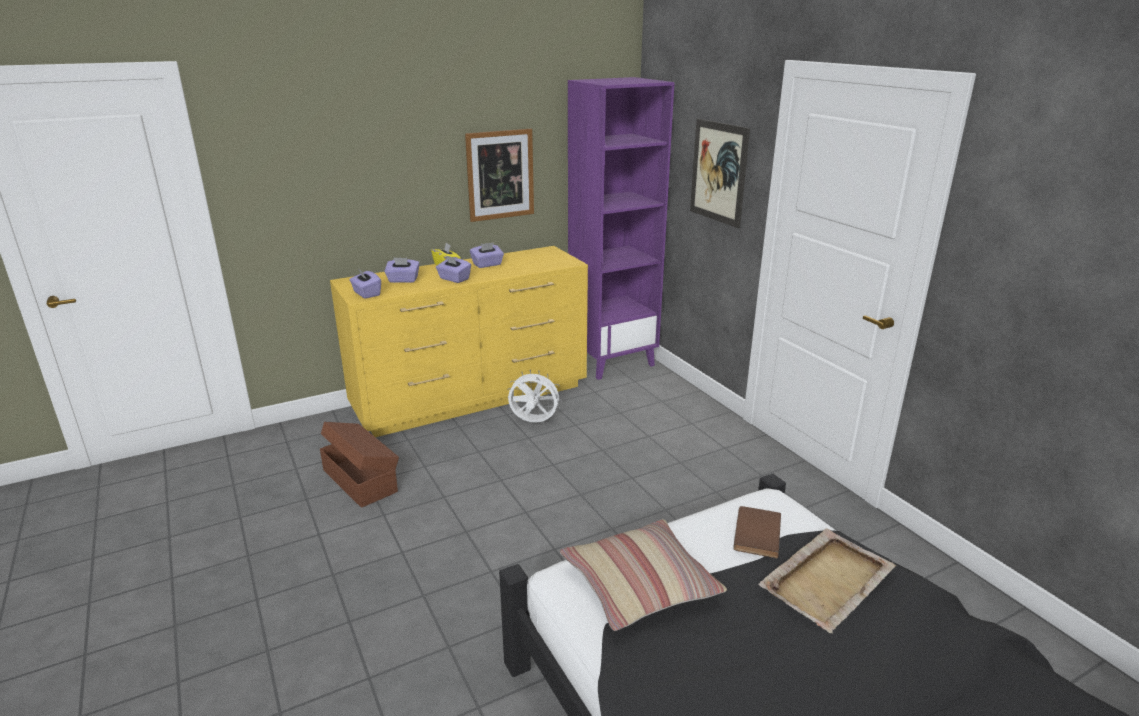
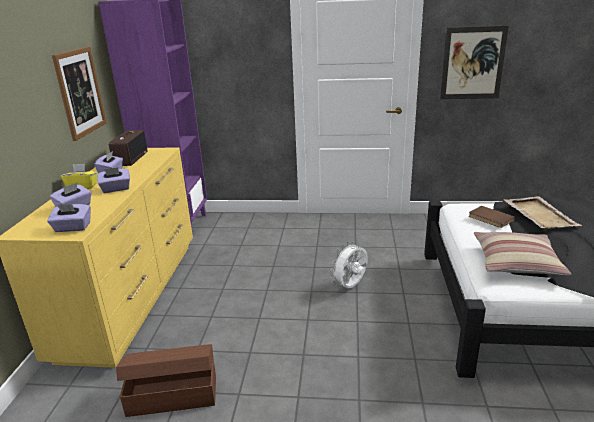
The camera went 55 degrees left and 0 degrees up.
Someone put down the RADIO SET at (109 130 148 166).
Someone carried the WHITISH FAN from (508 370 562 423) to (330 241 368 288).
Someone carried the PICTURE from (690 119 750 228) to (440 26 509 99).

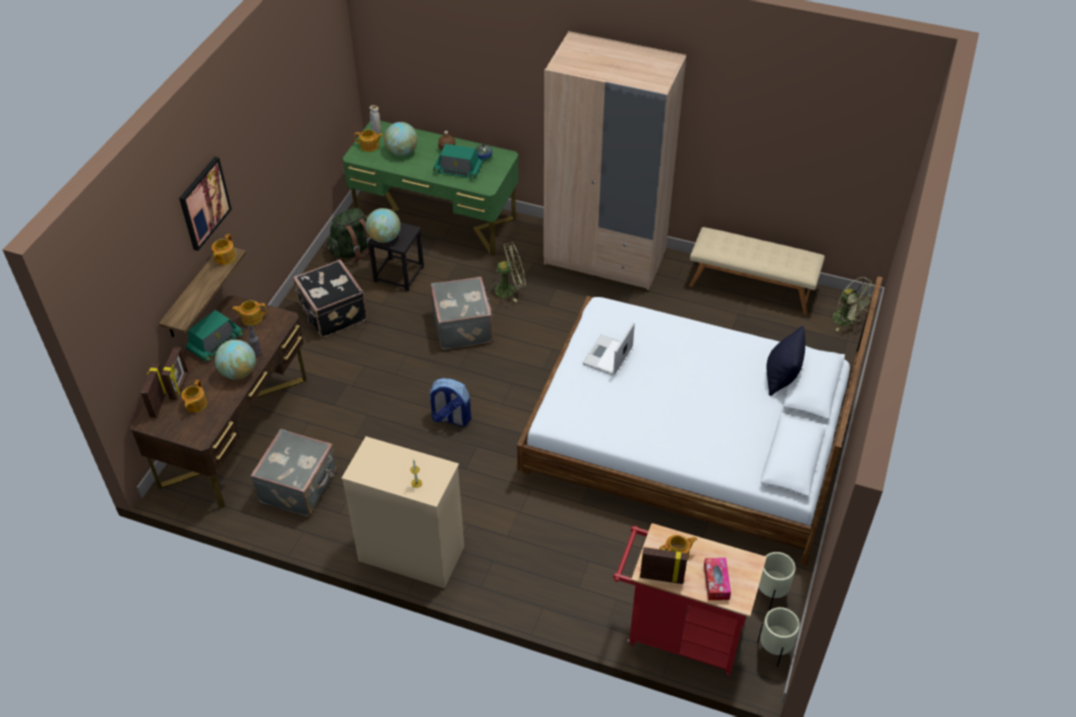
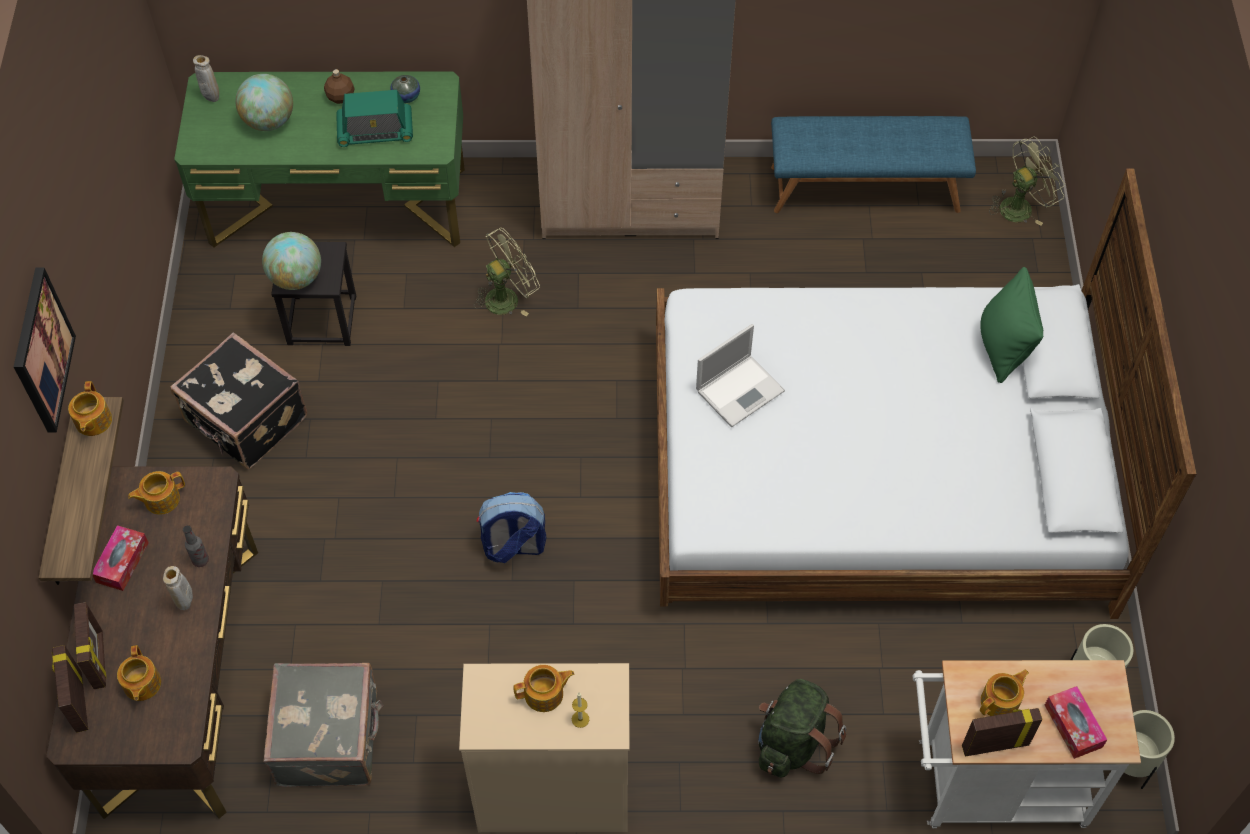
The camera went 20 degrees left and 10 degrees up.
Someone swapped the RADIO SET at (186 310 244 361) for the TISSUE HOLDER at (93 525 149 591).
Someone swapped the GLOBE at (215 340 256 379) for the SAND-COLOURED VASE at (163 566 193 610).
Someone carried the POT FOR TEA from (355 130 383 152) to (513 665 574 712).
Someone rotated the LAPTOP at (583 322 635 375) by 135 degrees counterclockwise.
Someone carried the GREEN-COLOURED KNAPSACK from (327 208 371 262) to (758 679 846 777).
Someone repainted the SAND-COLOURED BENCH at (689 227 825 315), which became the BLUE BENCH at (771 116 976 213).
Someone repainted the RED CART at (613 523 767 677), which became the WHITISH CART at (913 660 1141 828).
Someone repainted the BLACK CUSHION at (767 326 805 396), which became the GREEN-COLOURED CUSHION at (980 267 1043 383).
Someone rotated the GREEN-COLOURED FAN at (833 277 875 331) by 60 degrees counterclockwise.
Someone took away the GRAY TRAVEL CASE at (431 277 493 350).

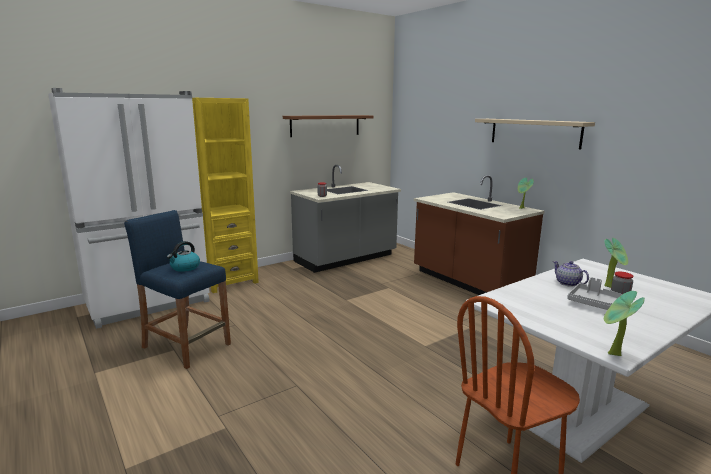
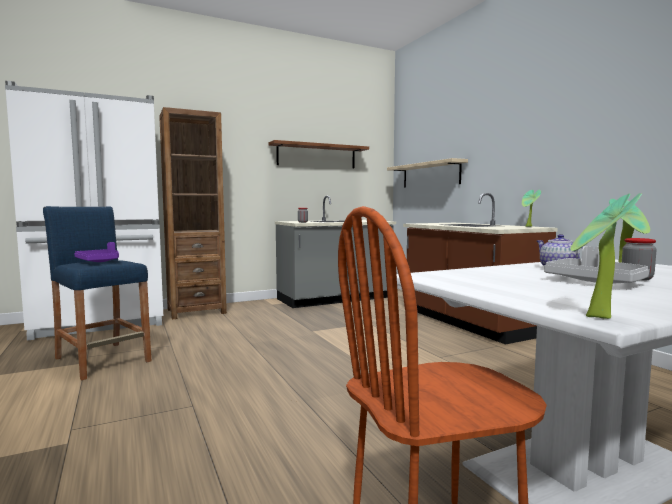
The camera went 10 degrees right and 10 degrees down.
Someone swapped the TEA KETTLE at (167 241 200 272) for the PURPLE CARRYING TRAY at (74 242 119 262).
Someone repainted the YELLOWISH BOOKCASE at (192 98 259 293), which became the BROWN-COLOURED BOOKCASE at (159 107 227 319).
Someone carried the SAND-COLOURED SHELF from (475 119 595 149) to (387 158 468 188).

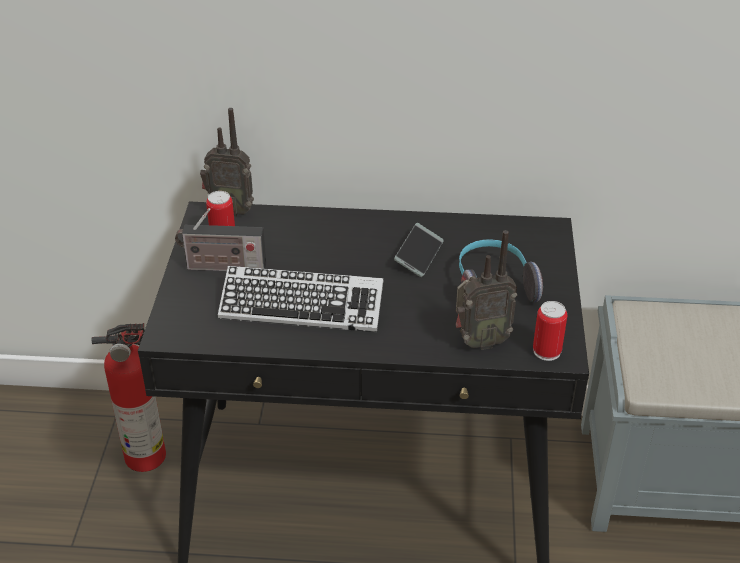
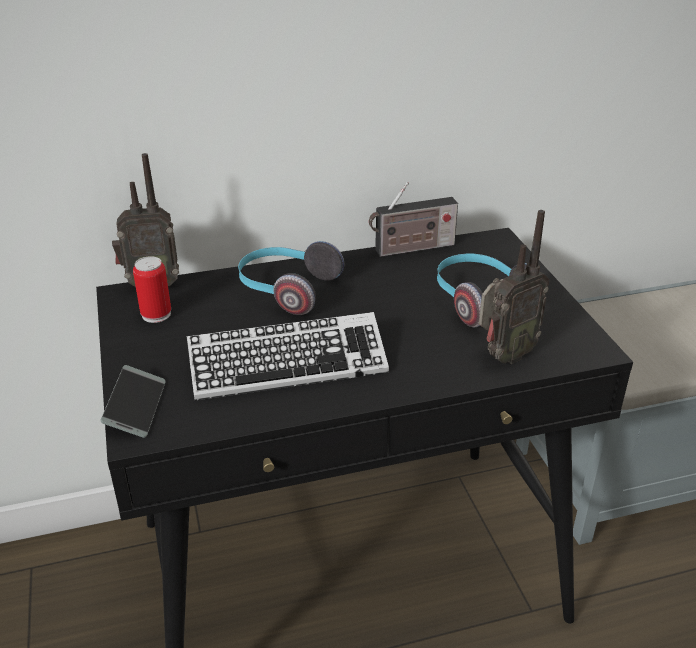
The camera went 20 degrees left and 5 degrees down.
Someone carried the HANDSET from (394 223 444 277) to (101 365 166 438).
Someone put down the HEADPHONES at (238 241 344 315).
Someone carried the RADIO SET from (175 208 266 271) to (369 182 458 257).
Someone took away the FIRE EXTINGUISHER at (92 323 166 472).
Someone took away the CAN at (533 301 567 361).

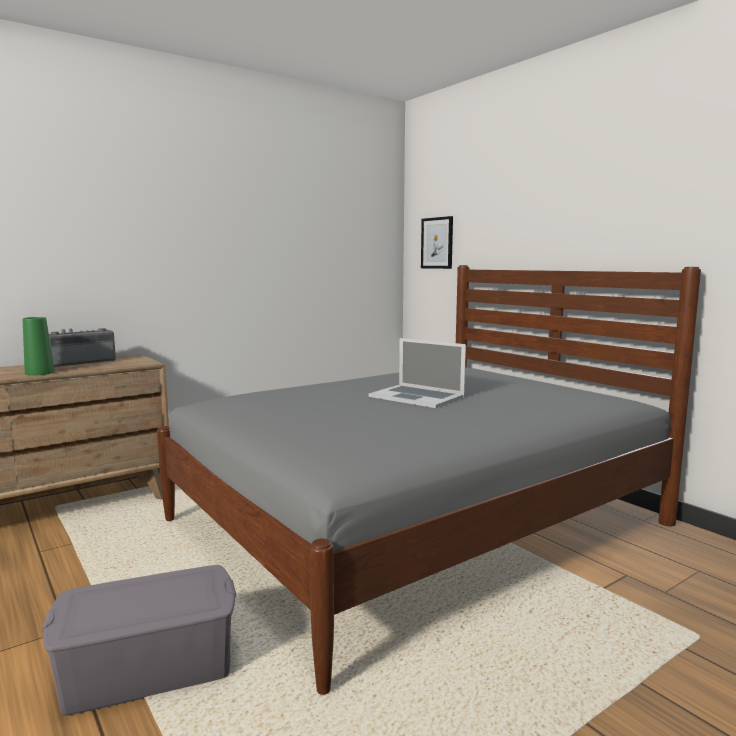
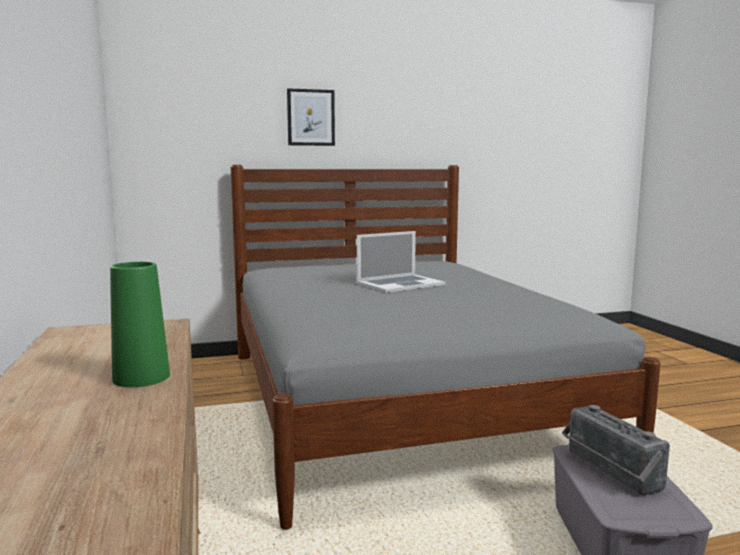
The camera went 70 degrees left and 0 degrees up.
Someone carried the PICTURE from (421 216 453 269) to (287 88 335 146).
Someone carried the RADIO SET from (49 328 116 367) to (562 405 670 495).

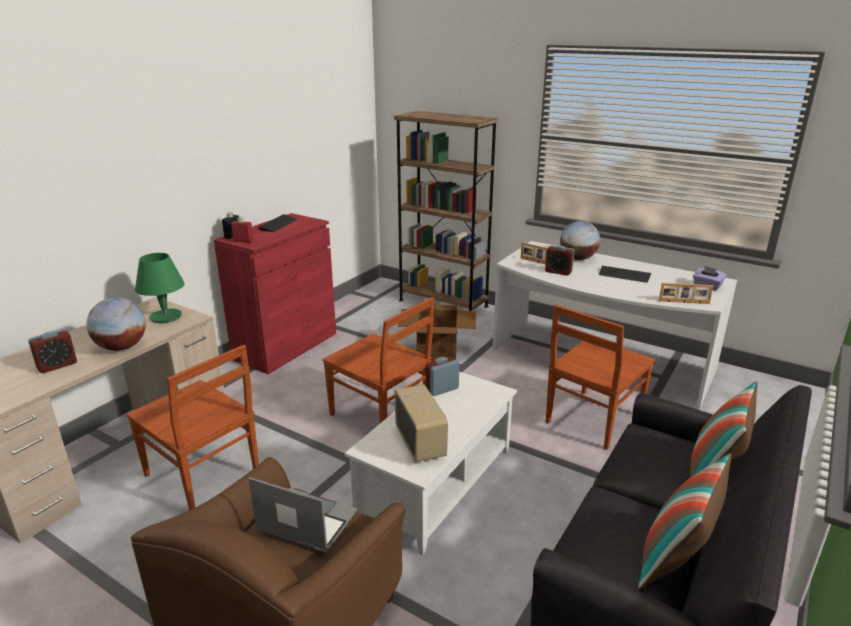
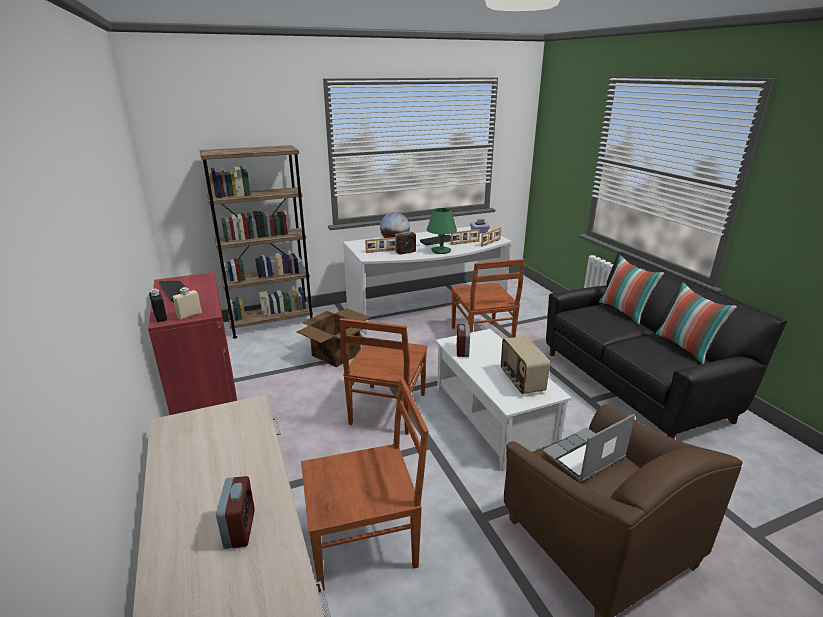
The camera went 55 degrees left and 0 degrees up.
Someone repainted the RED BOTTLE at (231 217 254 243), which became the SAND-COLOURED BOTTLE at (173 287 202 320).
Someone rotated the BROWN-COLOURED PLAIN CHAIR at (322 297 434 423) by 120 degrees clockwise.
Someone carried the GREEN-COLOURED LAMP FOR A TABLE from (135 253 185 323) to (427 208 457 254).
Someone put down the STANDING FRAME at (451 229 480 245).
Someone rotated the RADIO SET at (394 384 448 462) by 120 degrees counterclockwise.
Someone took away the GLOBE at (86 297 146 351).

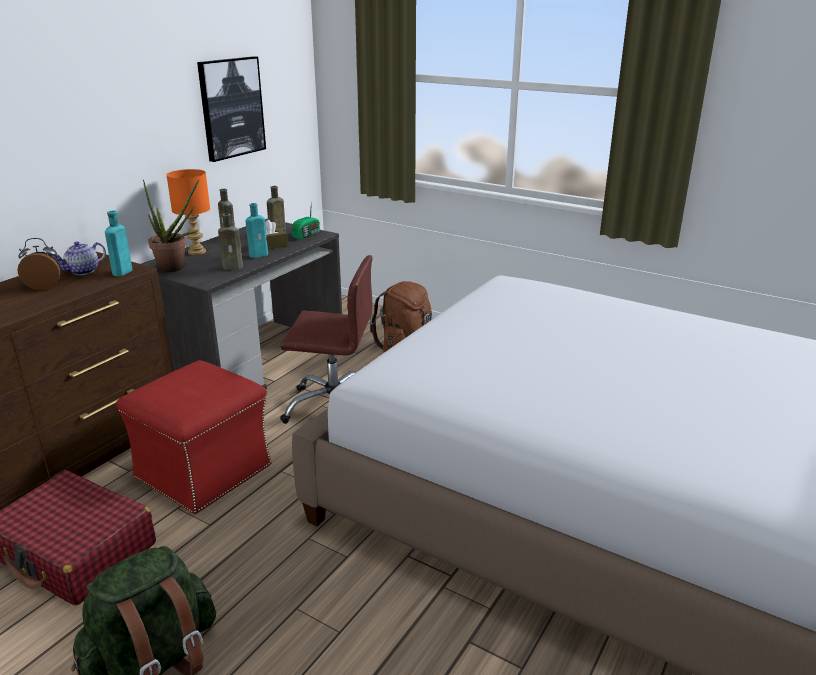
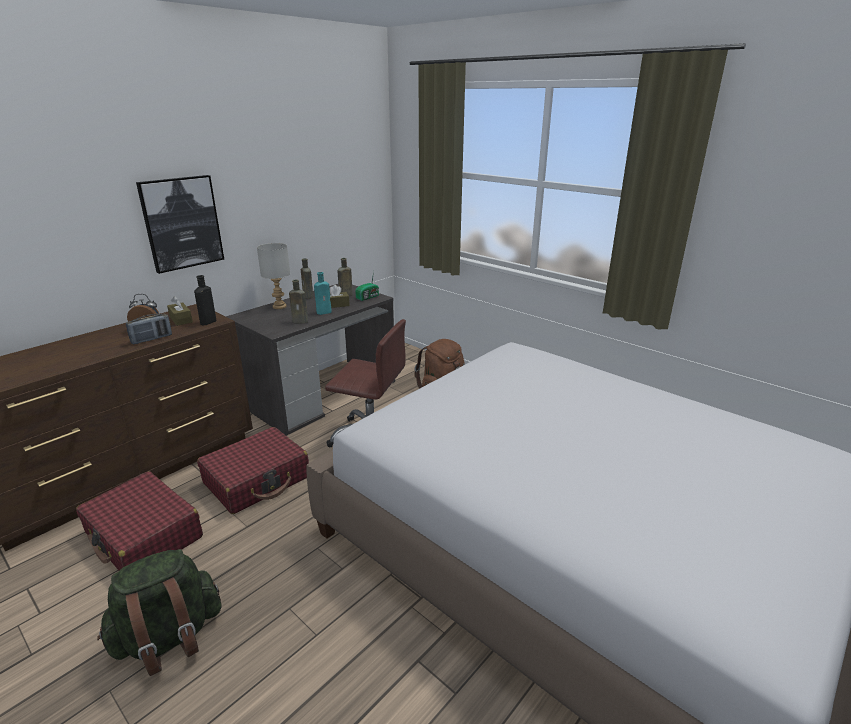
The camera went 10 degrees right and 0 degrees up.
Someone put down the RADIO SET at (126 314 172 345).
Someone carried the PICTURE from (197 56 266 162) to (136 175 224 274).
Someone swapped the POT FOR TEA at (54 242 106 275) for the BROWN-COLOURED TISSUE HOLDER at (167 296 193 326).
Someone repainted the TURQUOISE-COLOURED BOTTLE at (105 210 132 276), which became the BLACK BOTTLE at (194 275 216 325).
Someone swapped the RED OTTOMAN at (116 360 272 514) for the RED TRAVEL CASE at (197 427 309 514).
Someone repainted the ORANGE-COLOURED LAMP FOR A TABLE at (166 169 210 255), which became the GRAY LAMP FOR A TABLE at (257 243 290 309).
Someone took away the POTTED PLANT at (143 179 199 272).

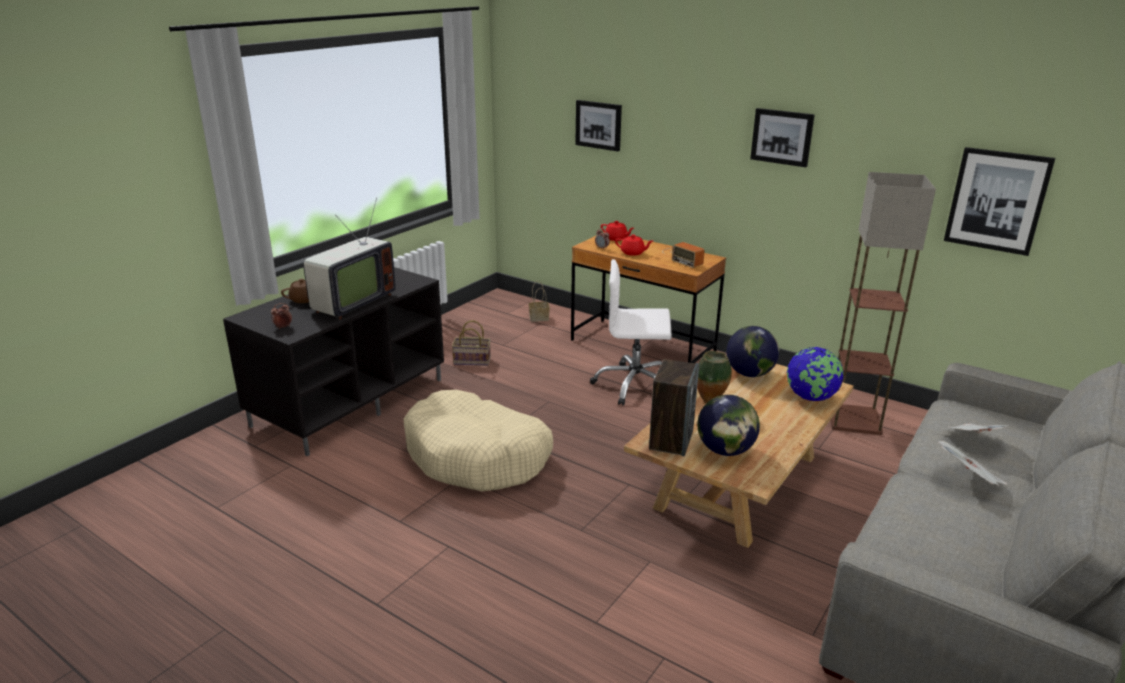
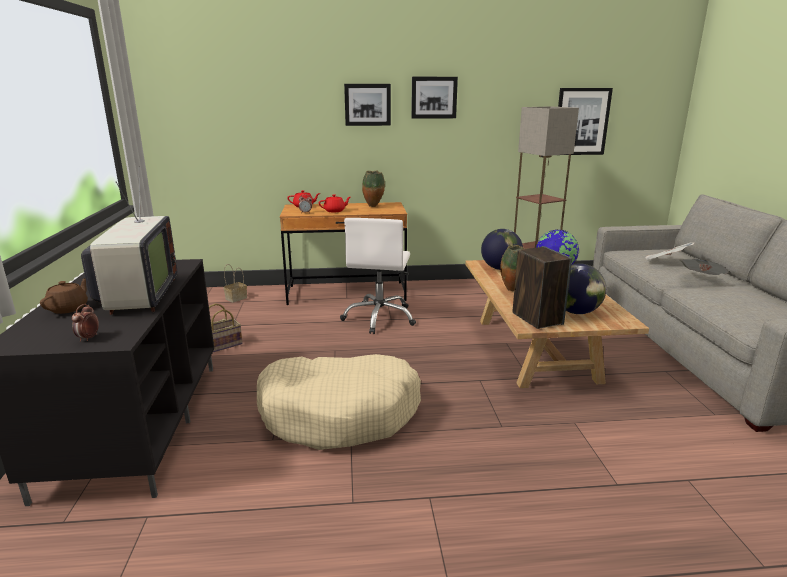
The camera went 40 degrees left and 5 degrees down.
Someone rotated the WHITISH COMPUTER CHAIR at (590 259 672 406) by 45 degrees counterclockwise.
Someone carried the PICTURE from (575 100 622 151) to (344 84 391 126).
Someone swapped the RADIO SET at (662 242 705 268) for the VASE at (362 171 385 207).

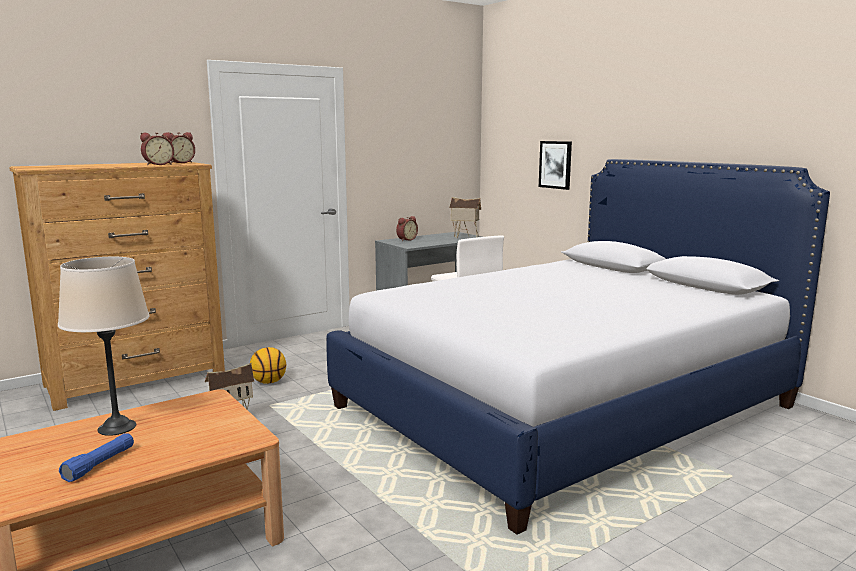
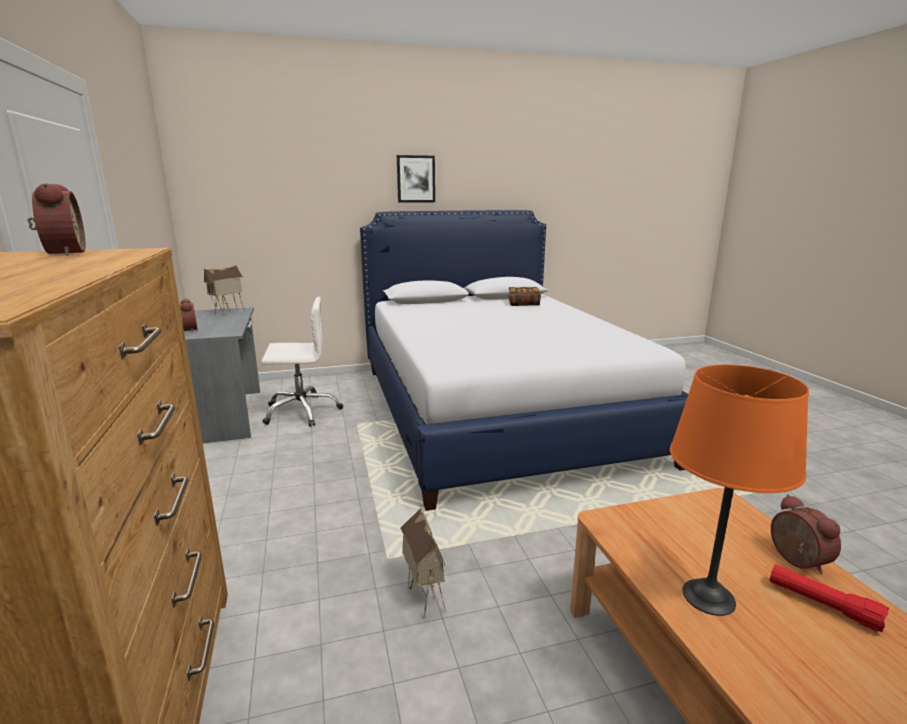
The camera went 70 degrees left and 5 degrees up.
Someone carried the PICTURE from (539 141 572 190) to (397 155 435 203).
Someone put down the BOOK at (509 287 541 306).
Someone repainted the SAND-COLOURED LAMP FOR A TABLE at (58 257 150 436), which became the ORANGE-COLOURED LAMP FOR A TABLE at (670 365 809 616).
Someone repainted the BLUE FLASHLIGHT at (59 433 134 482), which became the RED FLASHLIGHT at (770 565 889 632).
Someone carried the BEDSIDE CLOCK from (140 132 174 165) to (771 494 841 574).
Someone took away the BASKETBALL BALL at (250 347 286 384).

